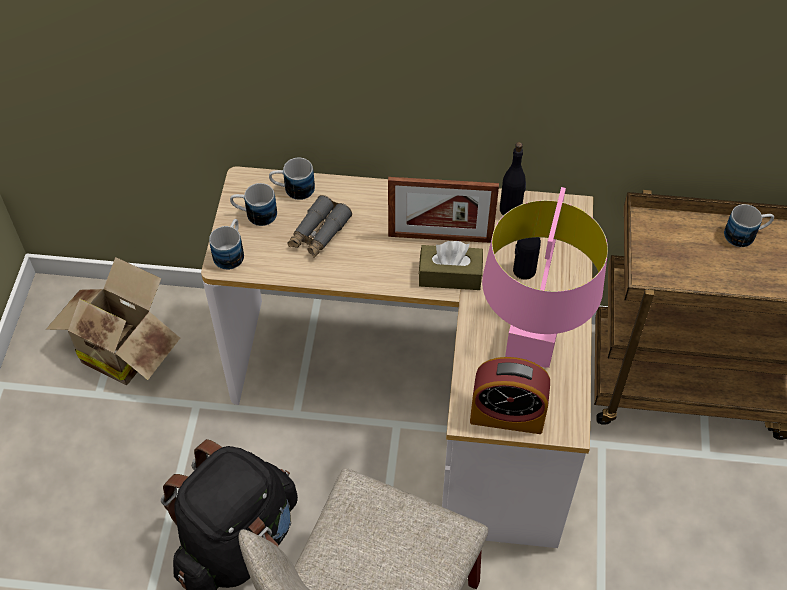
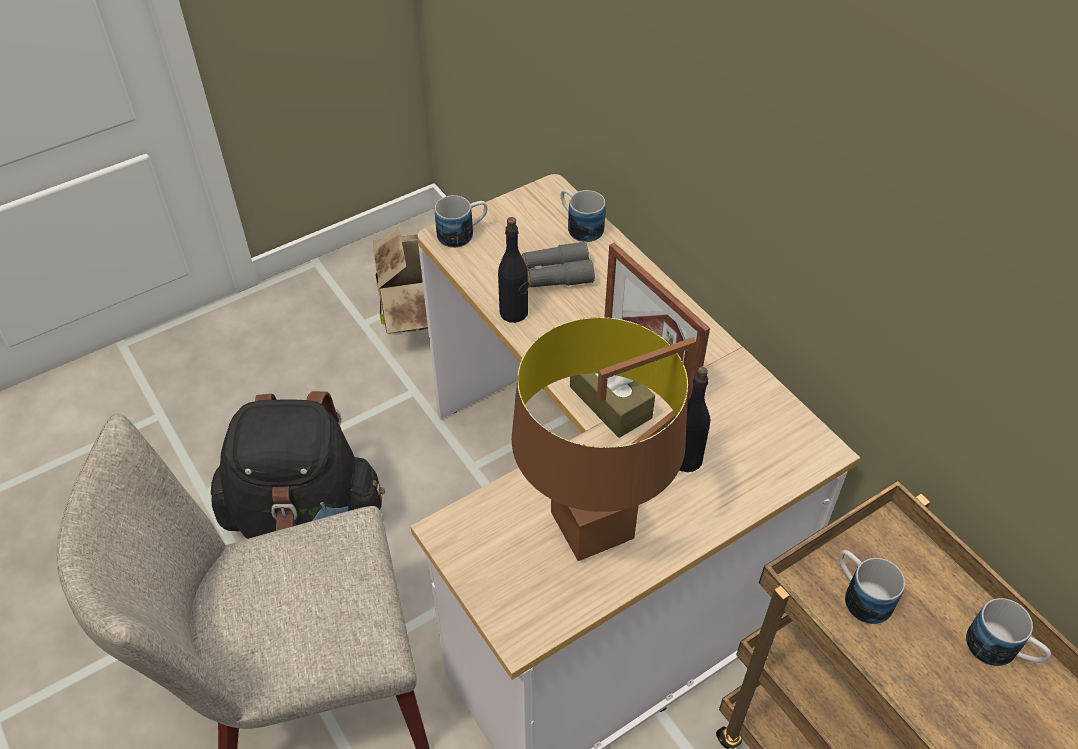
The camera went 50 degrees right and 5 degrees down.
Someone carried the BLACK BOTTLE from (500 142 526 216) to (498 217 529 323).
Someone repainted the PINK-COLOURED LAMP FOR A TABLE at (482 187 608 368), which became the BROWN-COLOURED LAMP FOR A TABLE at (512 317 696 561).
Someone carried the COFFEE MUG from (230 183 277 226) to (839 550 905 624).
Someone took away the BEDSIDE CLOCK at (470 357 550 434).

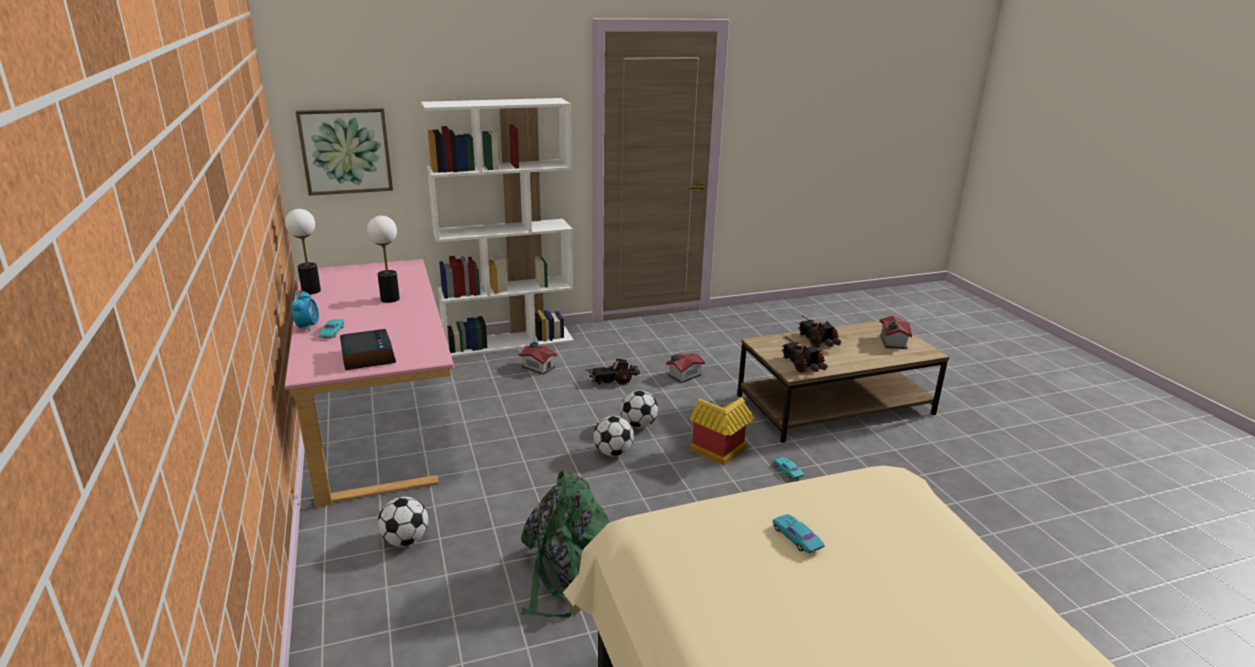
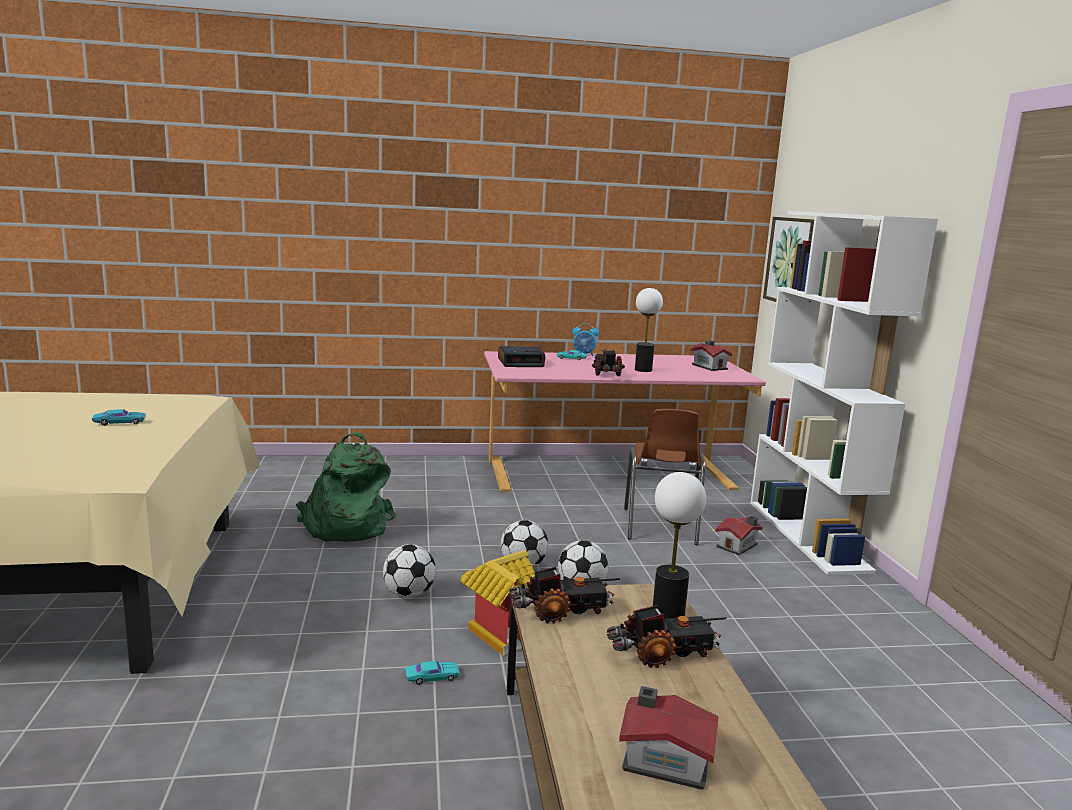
The camera went 100 degrees right and 10 degrees down.
Someone carried the FOOTBALL BALL from (378 497 428 547) to (383 544 436 598).
Someone carried the MODEL TRUCK from (586 359 640 385) to (592 349 625 376).
Someone put down the BROWN-COLOURED PLAIN CHAIR at (624 409 705 545).
Someone carried the LAMP FOR A TABLE from (285 209 321 294) to (653 472 706 619).
Someone carried the MODEL HOUSE from (666 354 705 383) to (691 340 732 371).

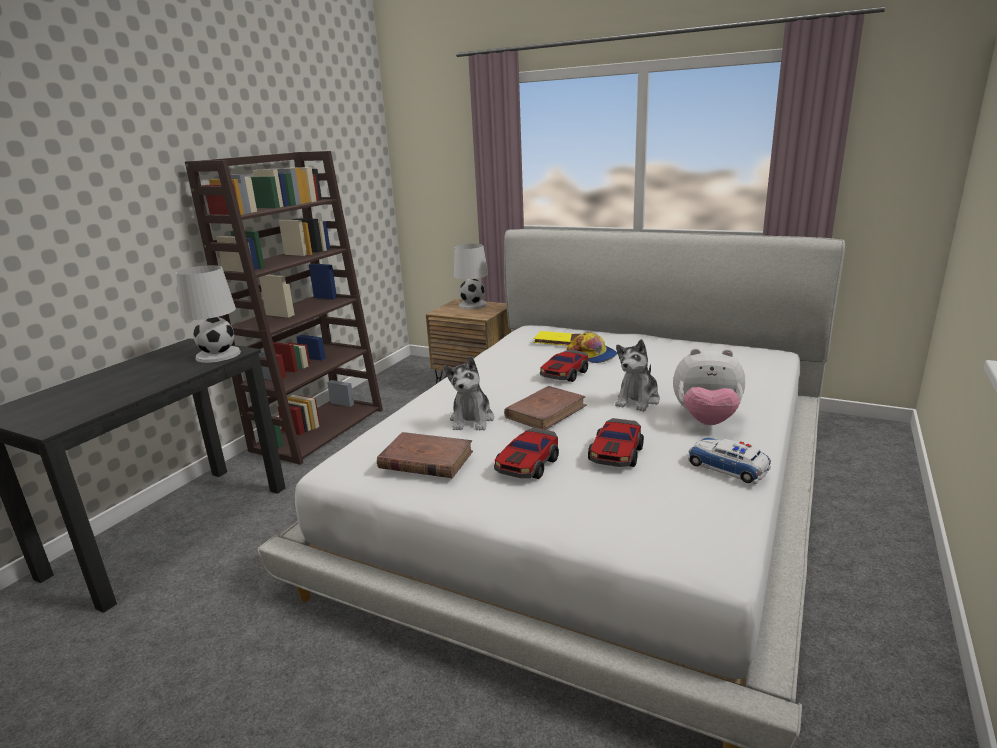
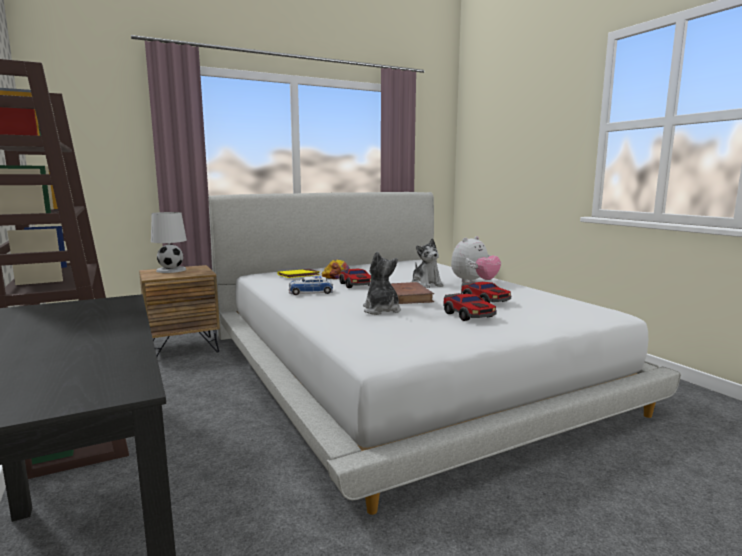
The camera went 55 degrees left and 10 degrees down.
Someone carried the MINIATURE CAR from (688 437 771 484) to (288 275 333 295).
Someone rotated the SOFT TOY at (444 356 494 431) by 150 degrees counterclockwise.
Someone took away the WHITISH LAMP FOR A TABLE at (176 265 241 363).
Someone took away the BROWN-COLOURED BOOK at (377 432 473 478).

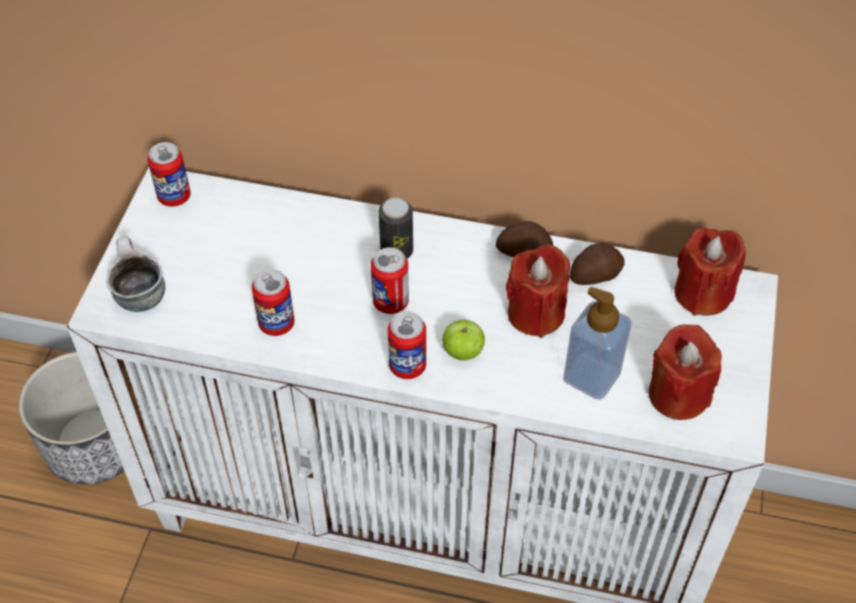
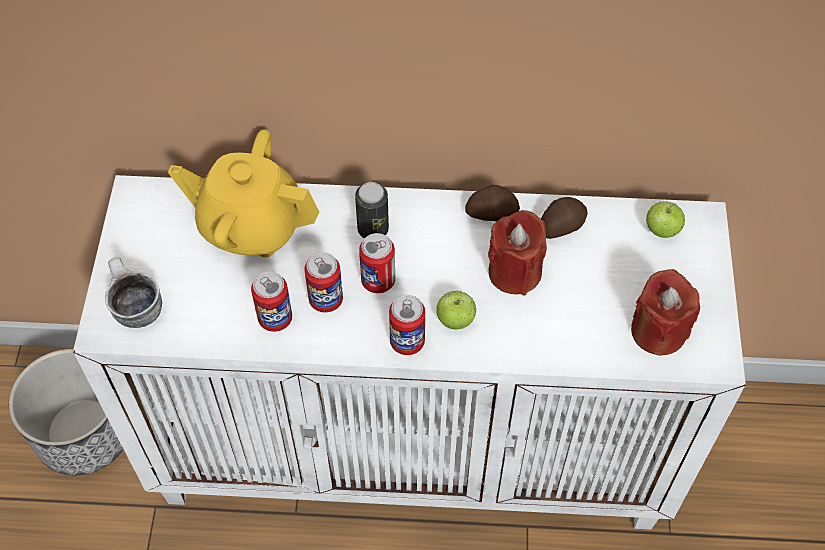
The camera went 10 degrees left and 5 degrees up.
Someone put down the YELLOWISH POT FOR TEA at (168 130 319 257).
Someone carried the CAN from (147 142 191 207) to (304 252 343 313).
Someone swapped the RED CANDLE at (674 228 746 316) for the WHOLE APPLE at (646 201 685 238).
Someone took away the SOAP BOTTLE at (563 287 632 400).

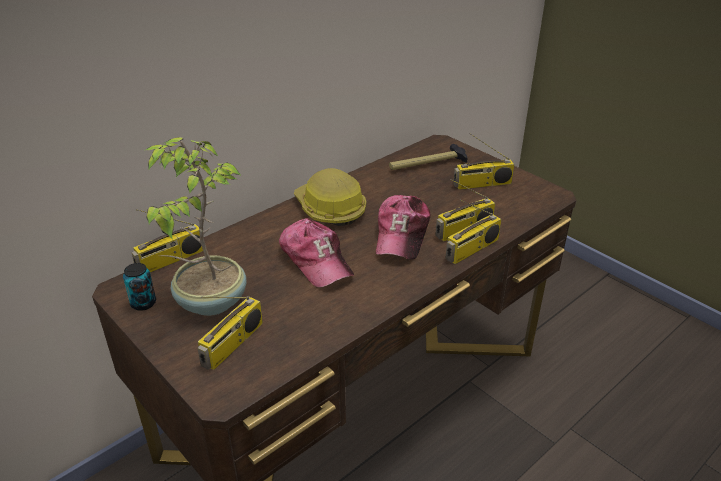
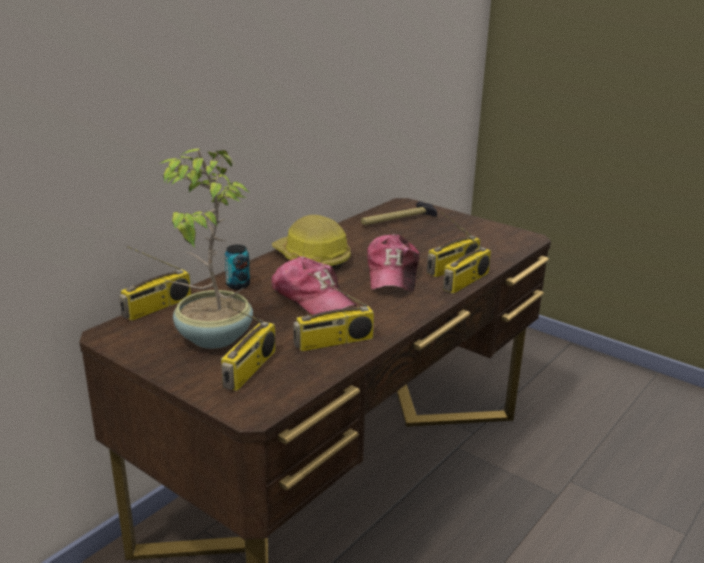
The camera went 10 degrees left and 10 degrees down.
Someone carried the CAN from (123 263 156 311) to (225 244 250 290).
Someone carried the RADIO SET from (453 133 515 190) to (293 273 374 351).

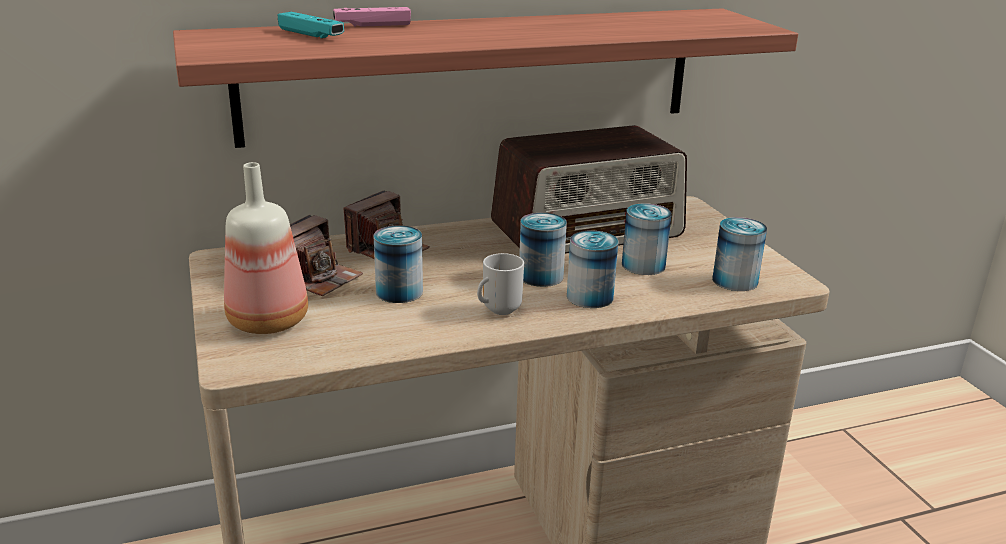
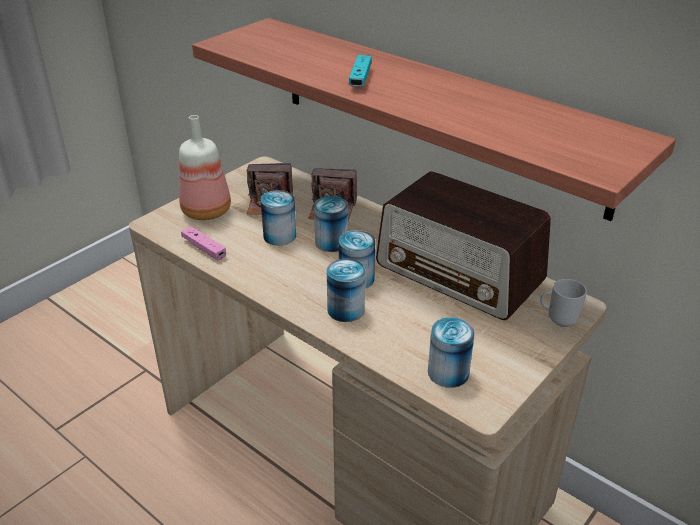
The camera went 60 degrees right and 10 degrees up.
Someone carried the PINK-COLOURED GAME CONTROLLER from (333 7 411 27) to (181 227 226 260).
Someone carried the CAN from (622 203 672 275) to (314 196 348 252).
Someone carried the TURQUOISE-COLOURED GAME CONTROLLER from (278 12 344 38) to (349 55 372 87).
Someone carried the COFFEE MUG from (477 253 524 315) to (540 279 587 327).

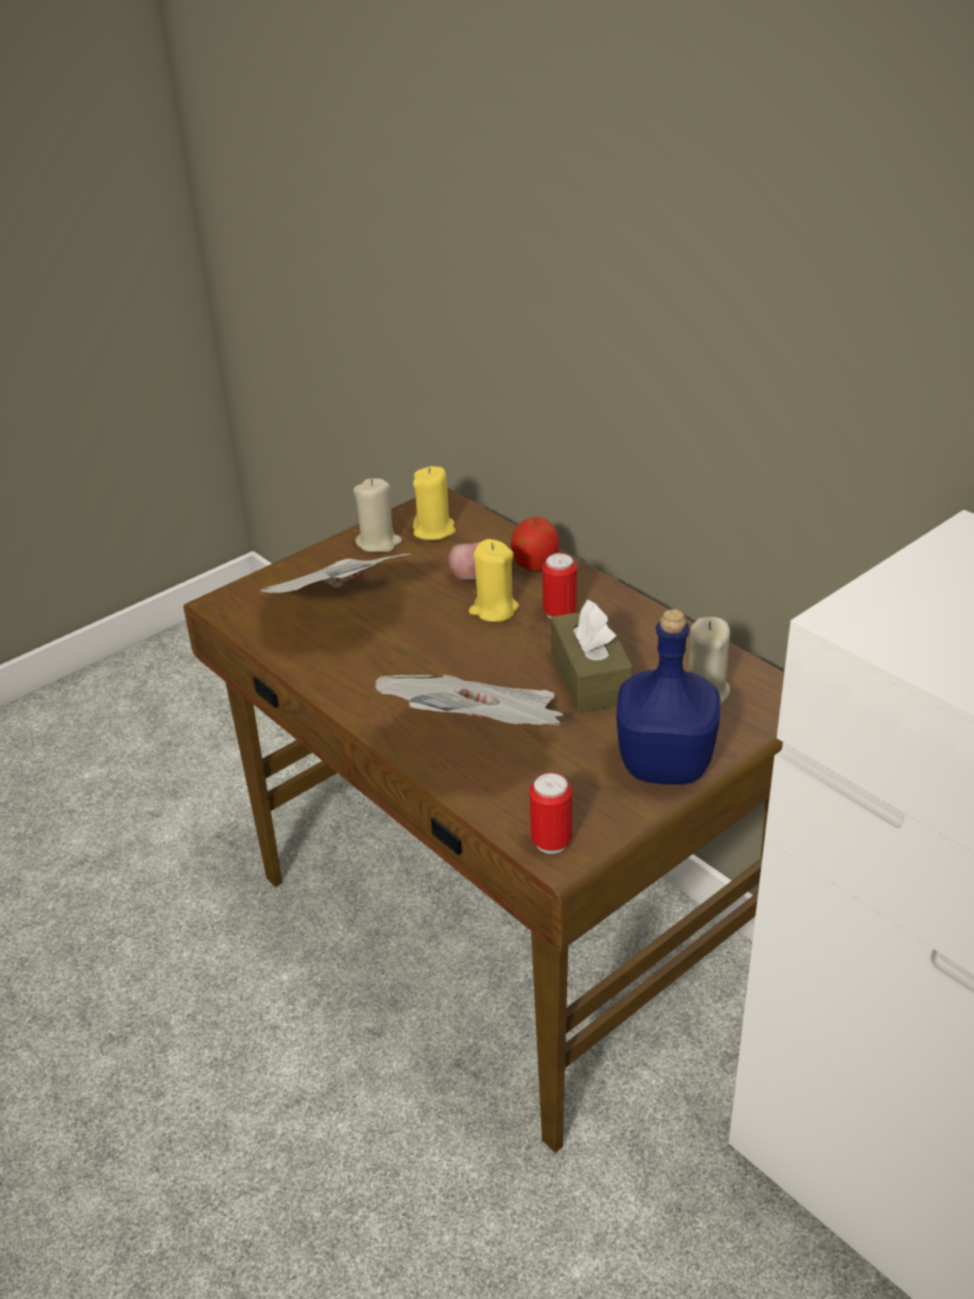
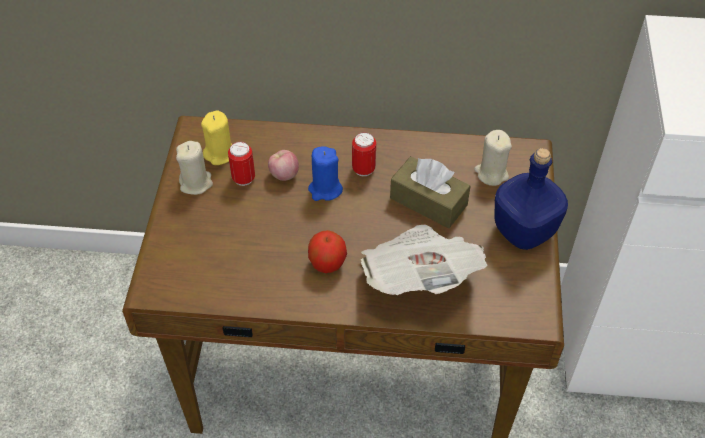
The camera went 45 degrees left and 15 degrees up.
Someone carried the CAN from (529 773 572 854) to (228 141 255 186).
Someone repainted the YELLOWISH CANDLE at (469 539 519 622), which became the BLUE CANDLE at (308 146 343 201).
Someone carried the WHOLE APPLE from (511 517 560 572) to (308 230 347 273).
Someone took away the NEWSPAPER at (260 553 413 593).

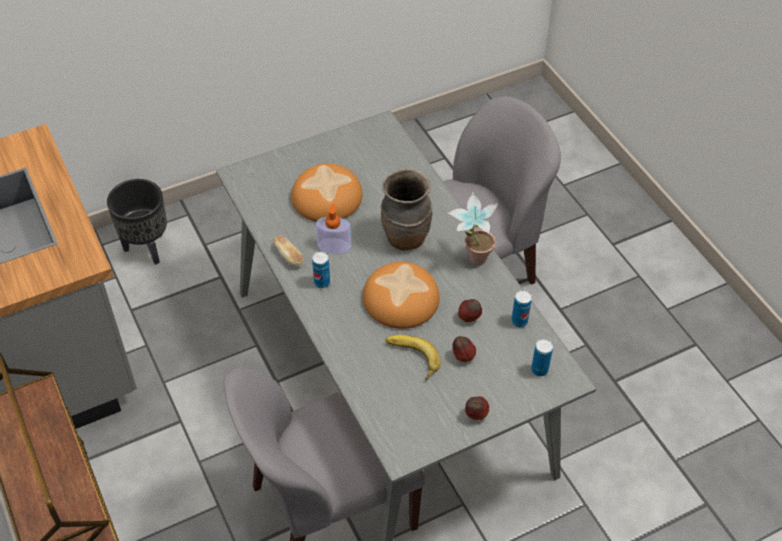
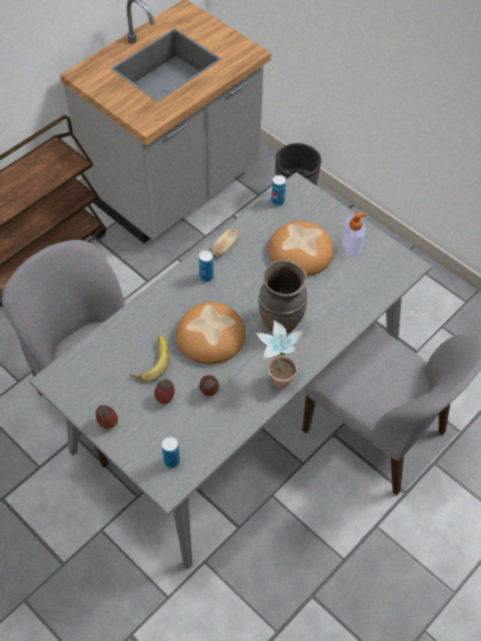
The camera went 70 degrees right and 5 degrees up.
Someone carried the CAN from (511 290 532 327) to (271 175 286 206).
Someone carried the SOAP BOTTLE from (316 204 351 254) to (342 213 366 256).

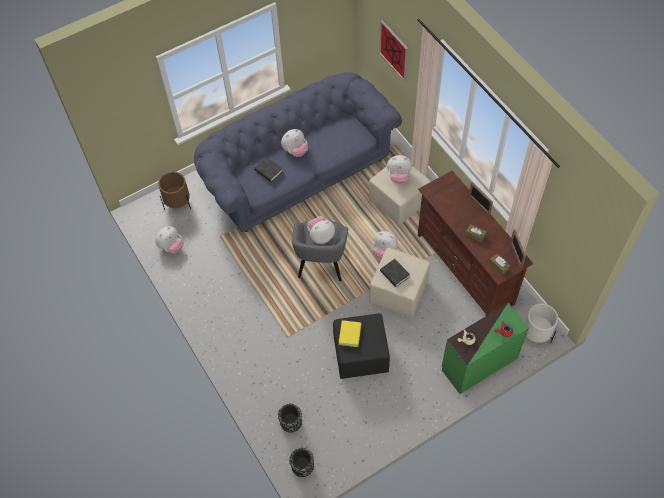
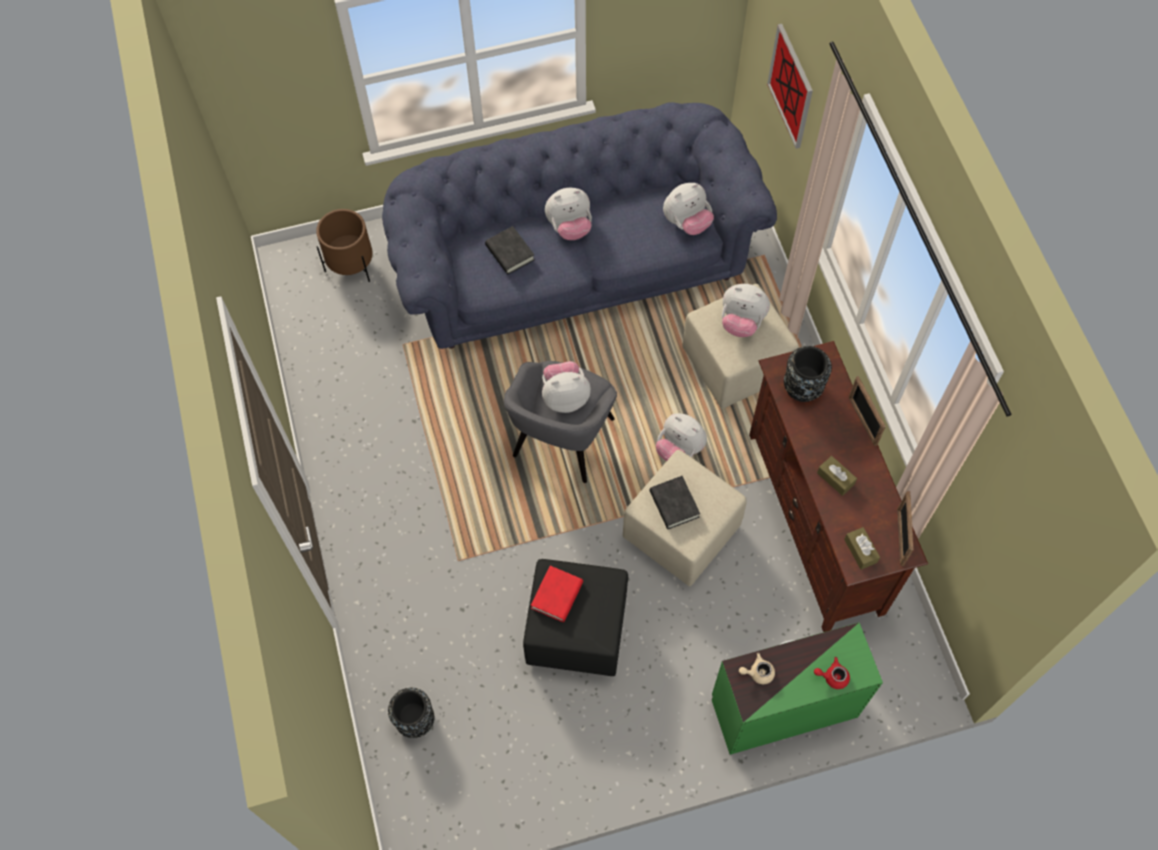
The camera went 15 degrees right and 5 degrees up.
Someone repainted the YELLOWISH BOOK at (339 320 361 347), which became the RED BOOK at (531 566 583 622).
Someone carried the SOFT TOY from (155 226 184 254) to (663 183 714 235).
Someone carried the BLACK VASE from (289 448 314 477) to (784 346 832 402).
Someone took away the WHITISH FLOWER POT at (525 303 558 343).

